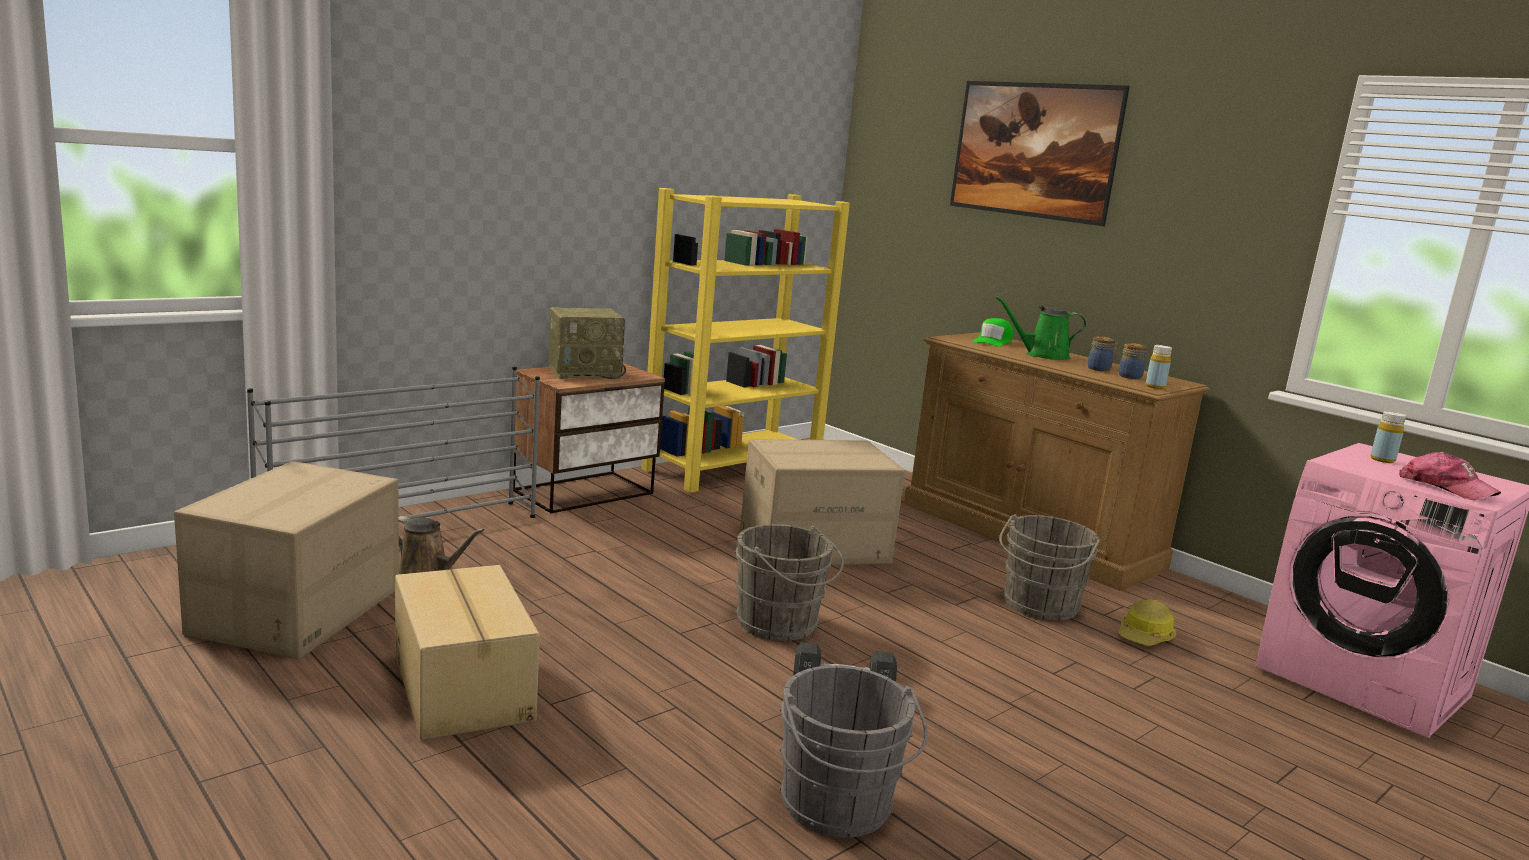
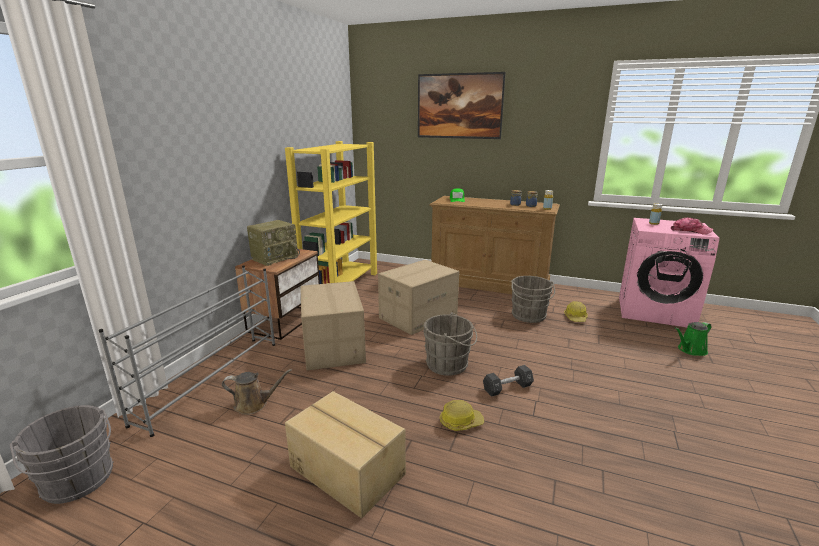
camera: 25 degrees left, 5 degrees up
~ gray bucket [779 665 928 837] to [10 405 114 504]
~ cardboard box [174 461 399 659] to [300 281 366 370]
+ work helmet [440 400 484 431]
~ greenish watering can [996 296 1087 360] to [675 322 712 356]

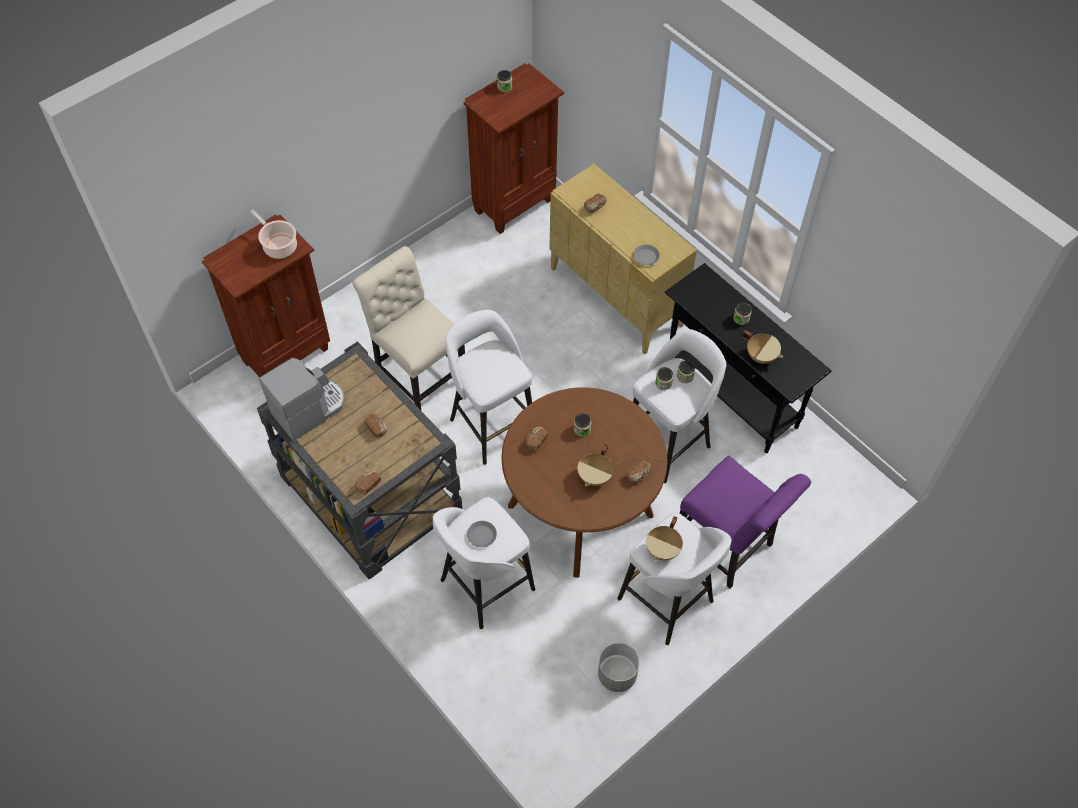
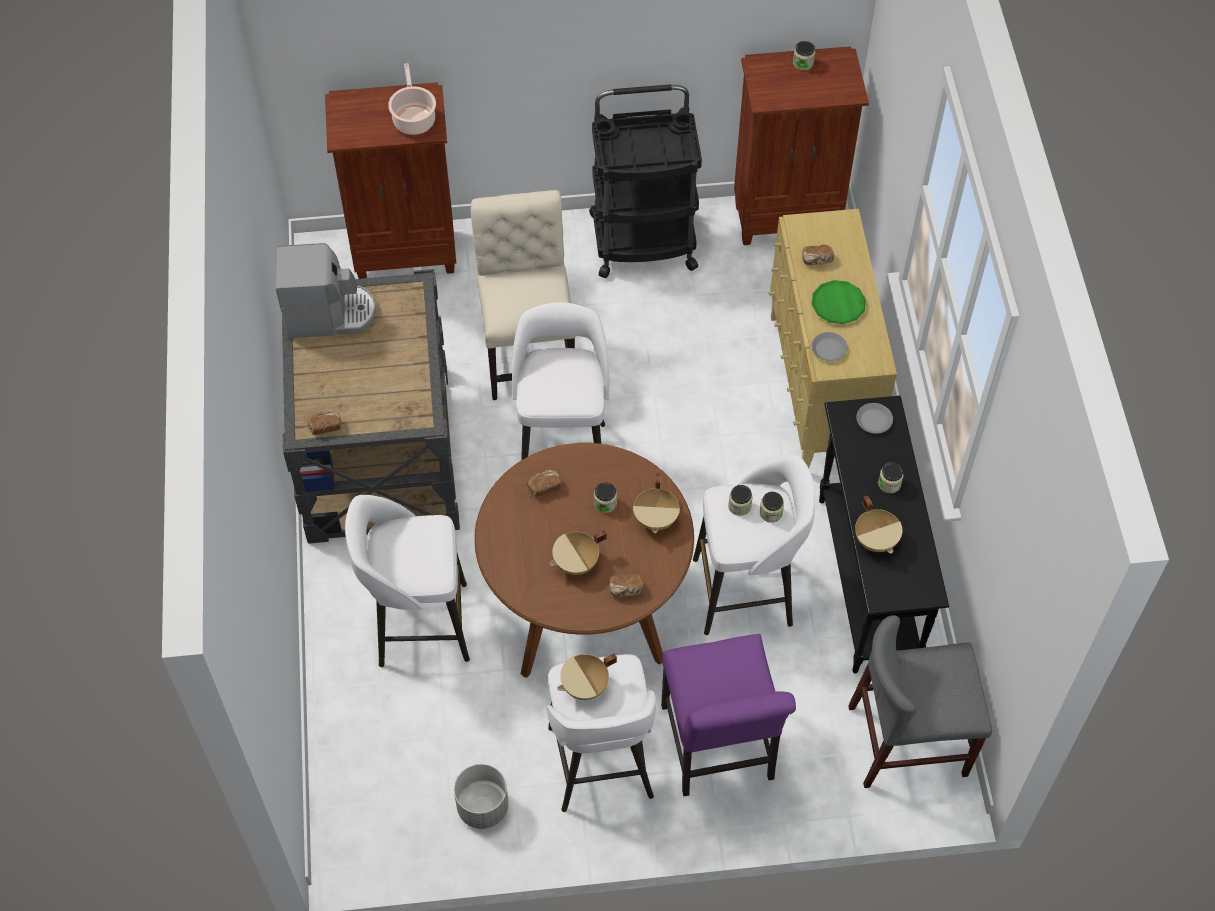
camera: 35 degrees right, 0 degrees up
+ black-coloured wheeled cart [589 84 702 278]
+ beige-coloured saucepot [633 473 680 533]
+ greenish plate [811 280 866 324]
+ gray plain chair [848 615 992 788]
~ gray plate [467 521 497 547] to [856 403 893 434]
- bakery bread [364 413 387 438]

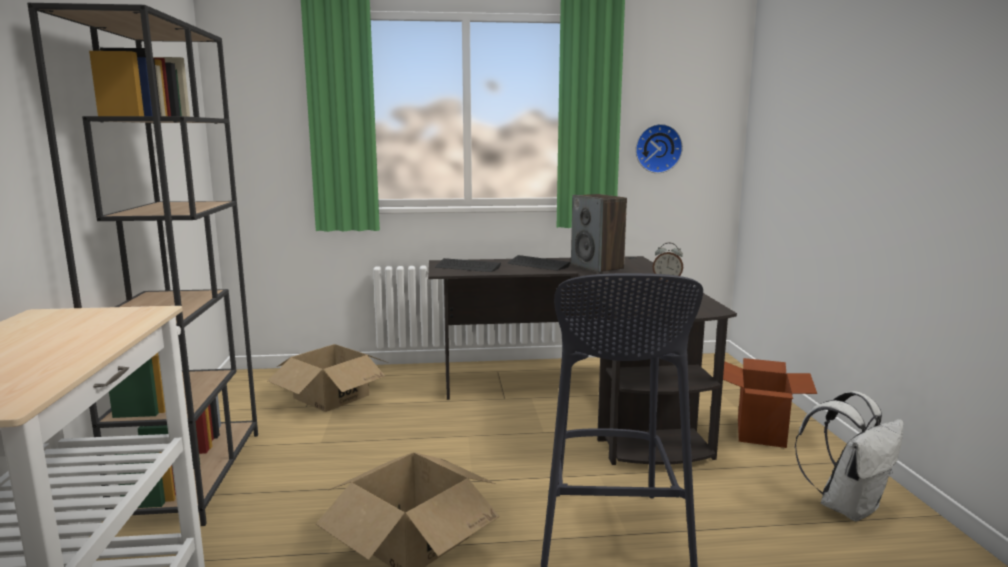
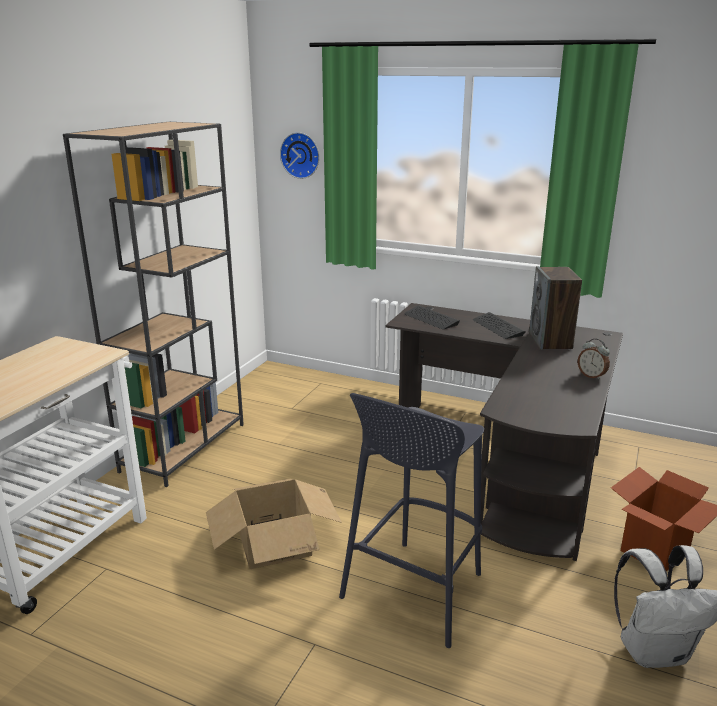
camera: 30 degrees right, 10 degrees up
~ hanging clock [635 124 683 173] to [280 132 319 179]
- cardboard box [267 344 388 412]

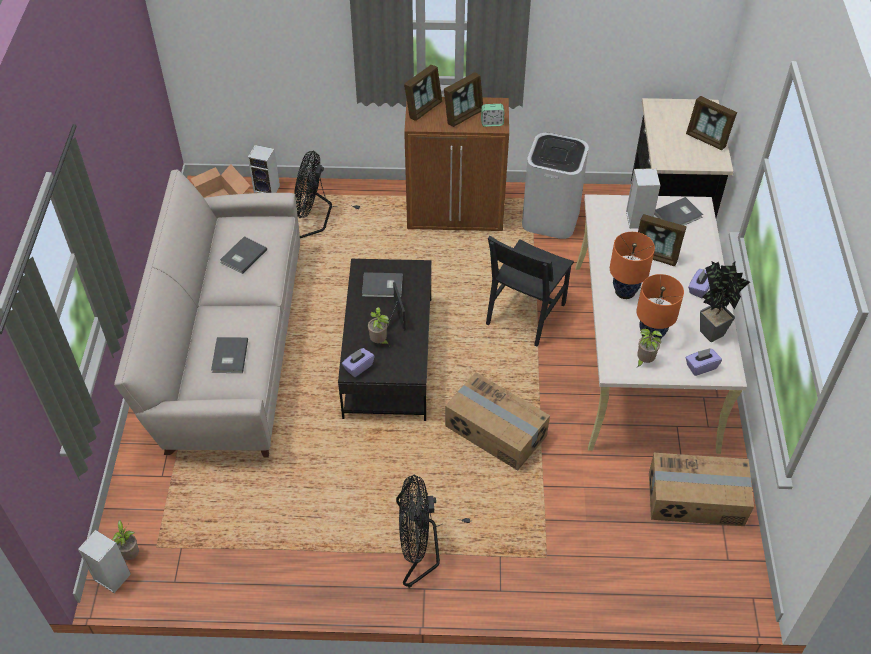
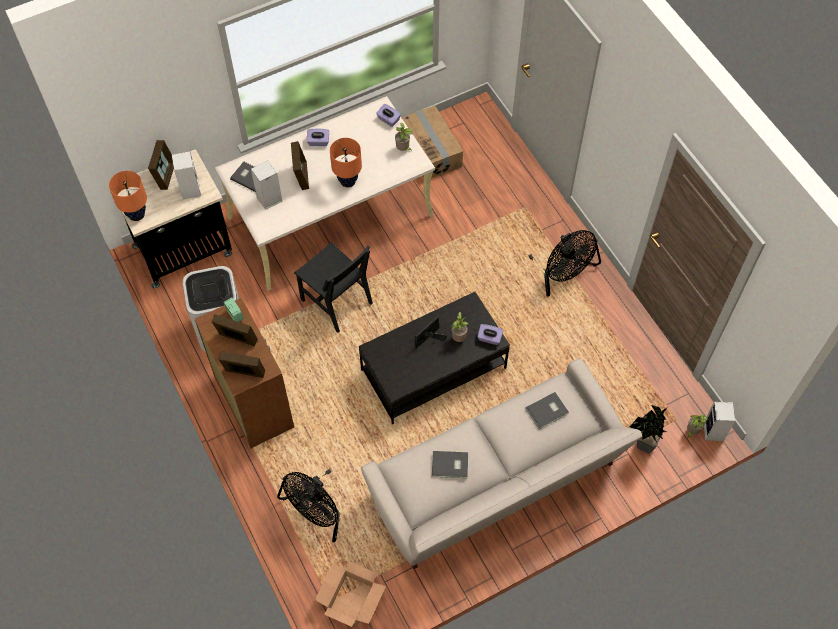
camera: 120 degrees left, 10 degrees up
~ orange-coloured tabletop lamp [636 274 684 339] to [109 171 147 221]
~ speaker [248 145 280 193] to [172 151 201 200]
~ black-coloured cooling fan [294 151 360 238] = [277 469 340 543] 60 degrees clockwise
~ black-coloured plain chair [486 236 574 346] = [294 242 373 333] 45 degrees clockwise
~ houseplant [700 261 750 342] to [630 405 668 454]
- gray volume [362 272 403 297]
- cardboard box [445 372 550 471]

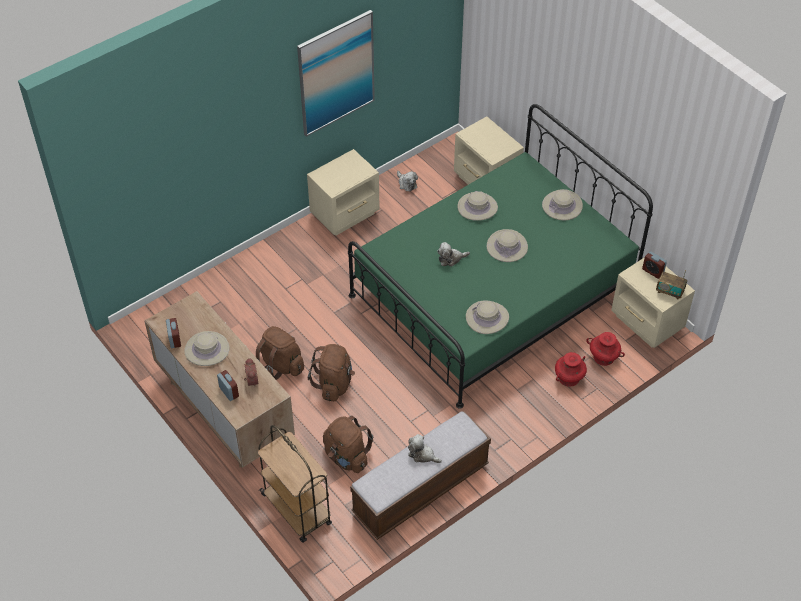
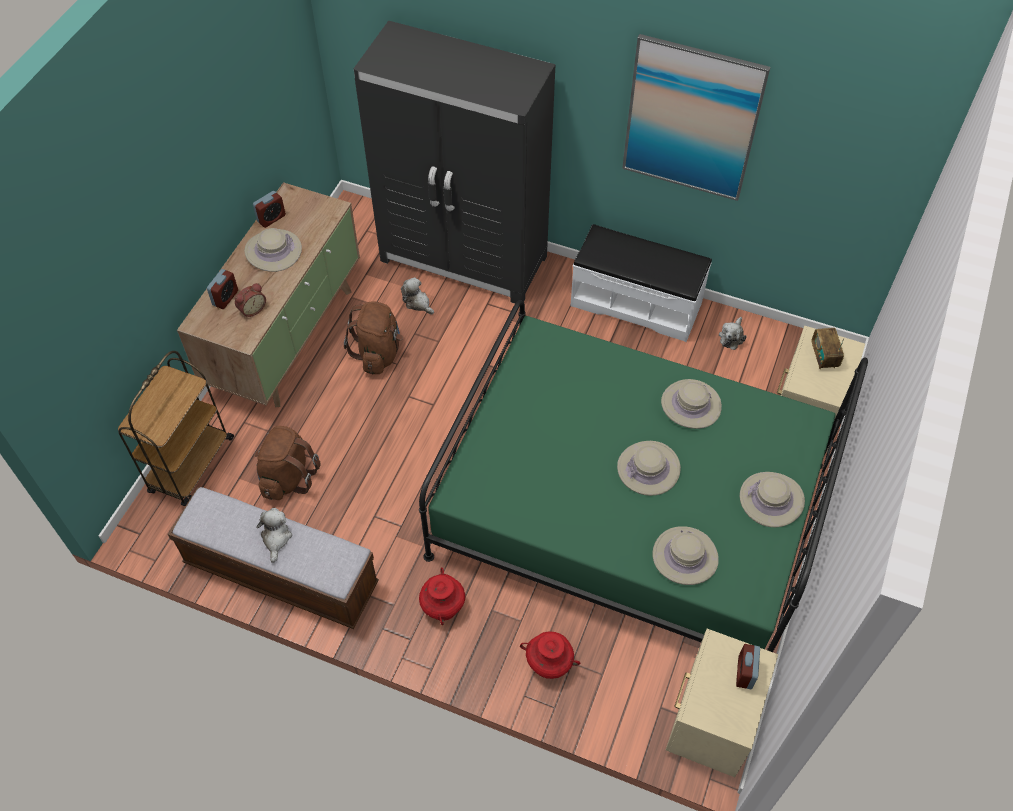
camera: 60 degrees right, 5 degrees up
+ black-coloured cabinet [354 20 556 303]
~ cuddly toy [437 242 470 267] to [401 277 434 314]
~ red vase [586 332 625 366] to [419 568 465 625]
~ beige-coloured nightstand [307 149 380 236] to whitish bench [570 224 712 342]
~ beige-coloured clothing hat [466 300 509 334] to [653 526 719 585]
~ radio [656 270 687 299] to [811 328 845 369]
- brown backpack [308 344 355 401]

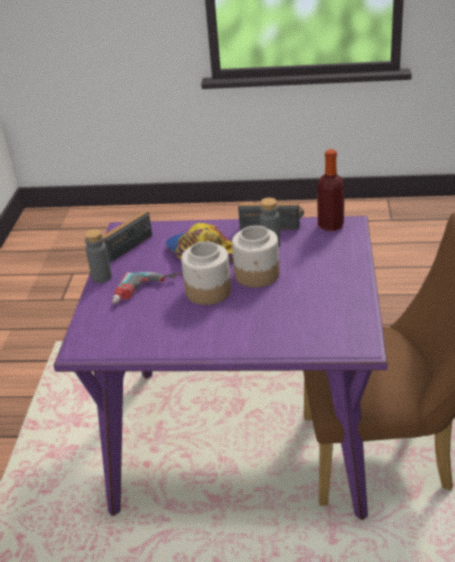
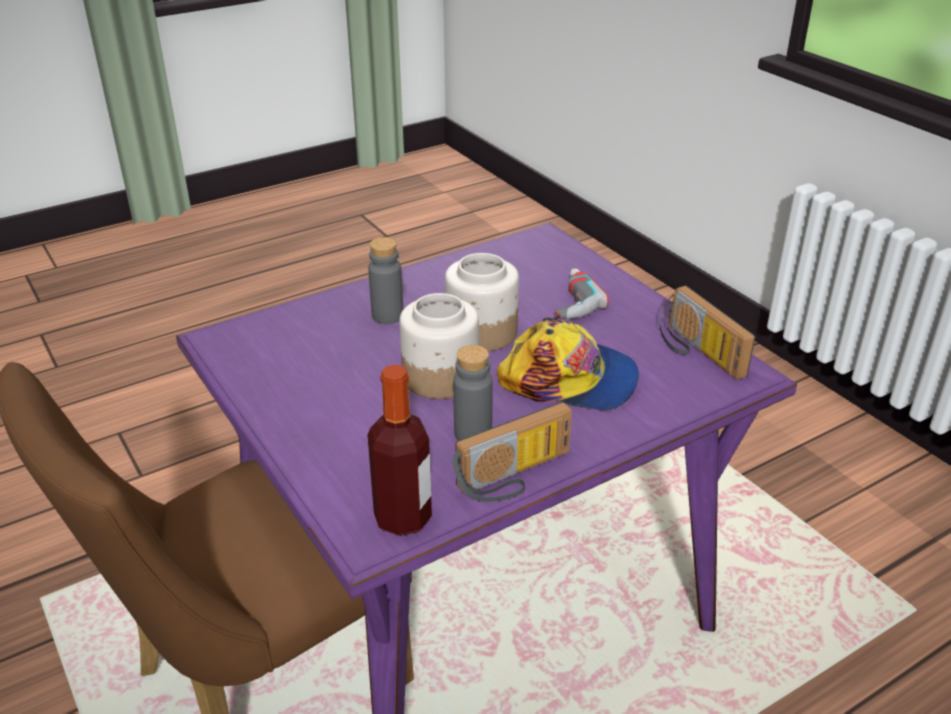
camera: 140 degrees right, 0 degrees up
~ gray beverage bottle [85 229 112 283] to [368 237 403 324]
~ radio [103 211 152 262] = [660 286 756 380] 150 degrees clockwise

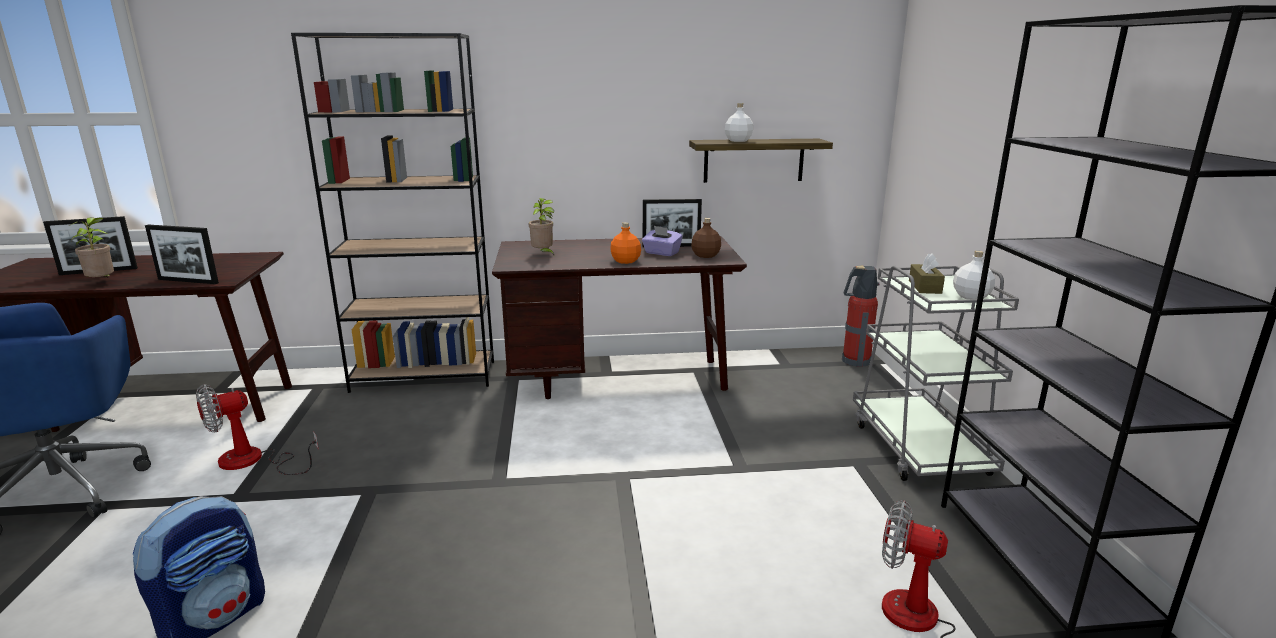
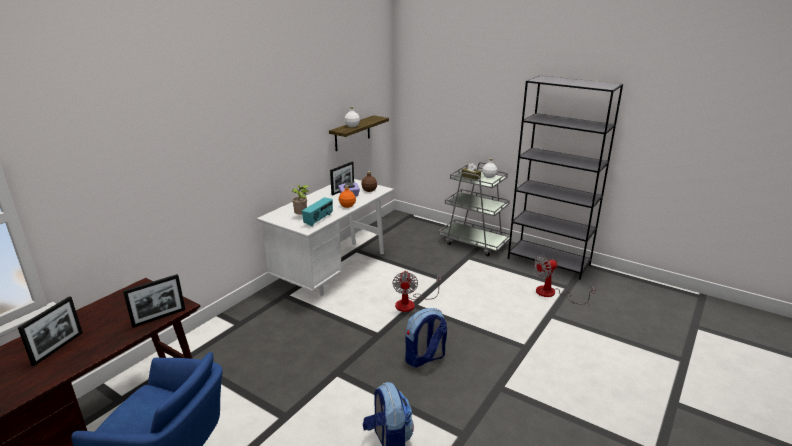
camera: 50 degrees left, 5 degrees up
~ brown desk [492 236 747 399] to whitish desk [257 179 394 296]
+ radio [302 197 333 226]
~ cooling fan [196 384 319 475] to [392 270 442 312]
+ backpack [405 308 447 367]
- houseplant [69 217 114 278]
- beige-coloured bookshelf [291 33 494 393]
- fire extinguisher [842 265 880 367]

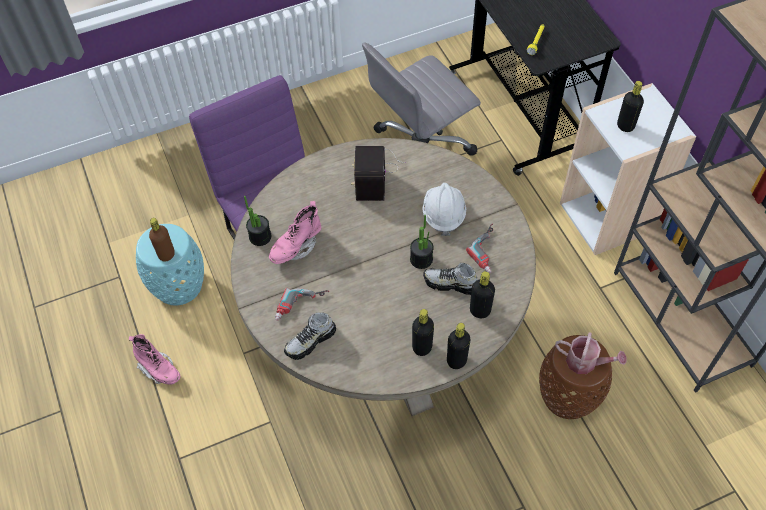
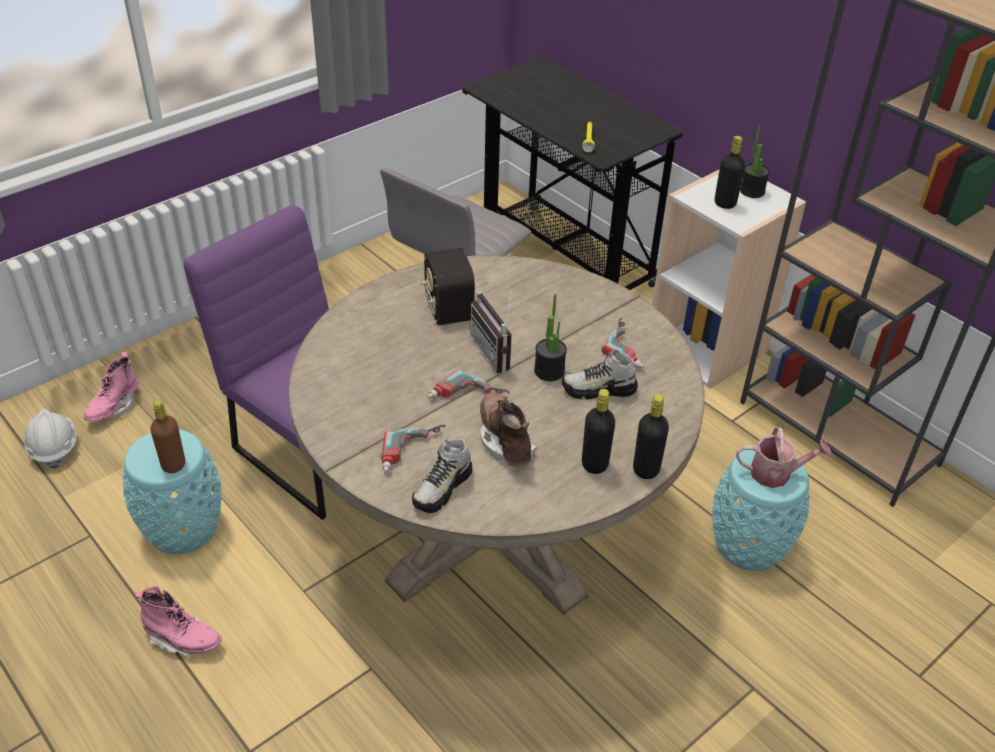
camera: 20 degrees left, 15 degrees down
~ whitish work helmet [422 183 466 236] to [24 409 77 469]
~ pink-coloured high-top boot [269 201 321 264] to [83 352 139 422]
+ electric drill [427 369 510 399]
+ radio [470 285 512 373]
+ brown high-top boot [480 393 537 467]
~ brown sitting stool [539 335 612 419] to turquoise-coloured sitting stool [712 446 810 571]
~ houseplant [244 196 271 246] to [740 125 770 198]
- black-coloured beverage bottle [470 271 495 318]

